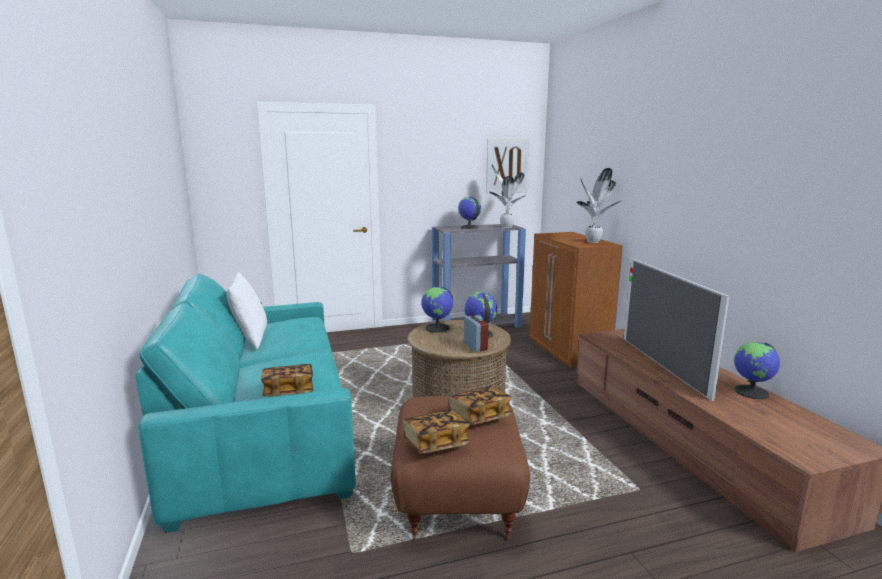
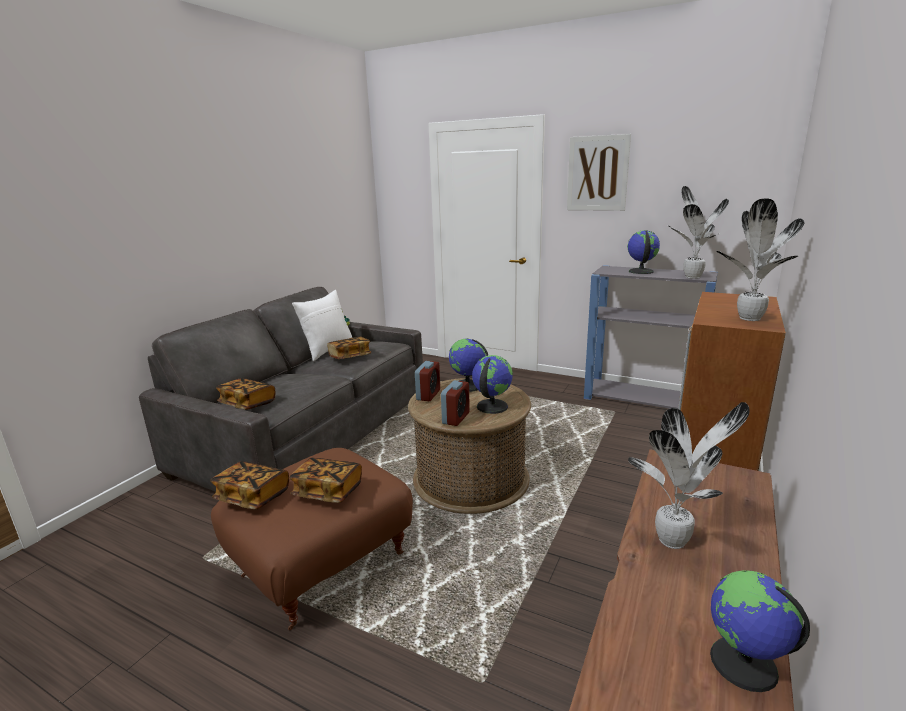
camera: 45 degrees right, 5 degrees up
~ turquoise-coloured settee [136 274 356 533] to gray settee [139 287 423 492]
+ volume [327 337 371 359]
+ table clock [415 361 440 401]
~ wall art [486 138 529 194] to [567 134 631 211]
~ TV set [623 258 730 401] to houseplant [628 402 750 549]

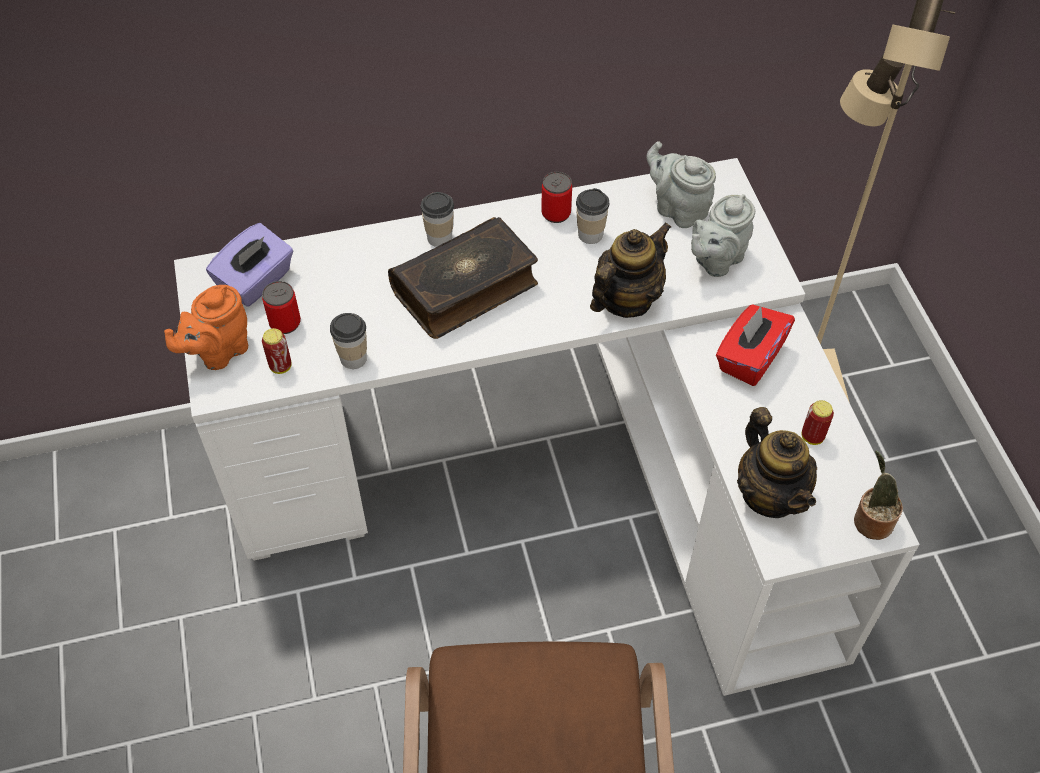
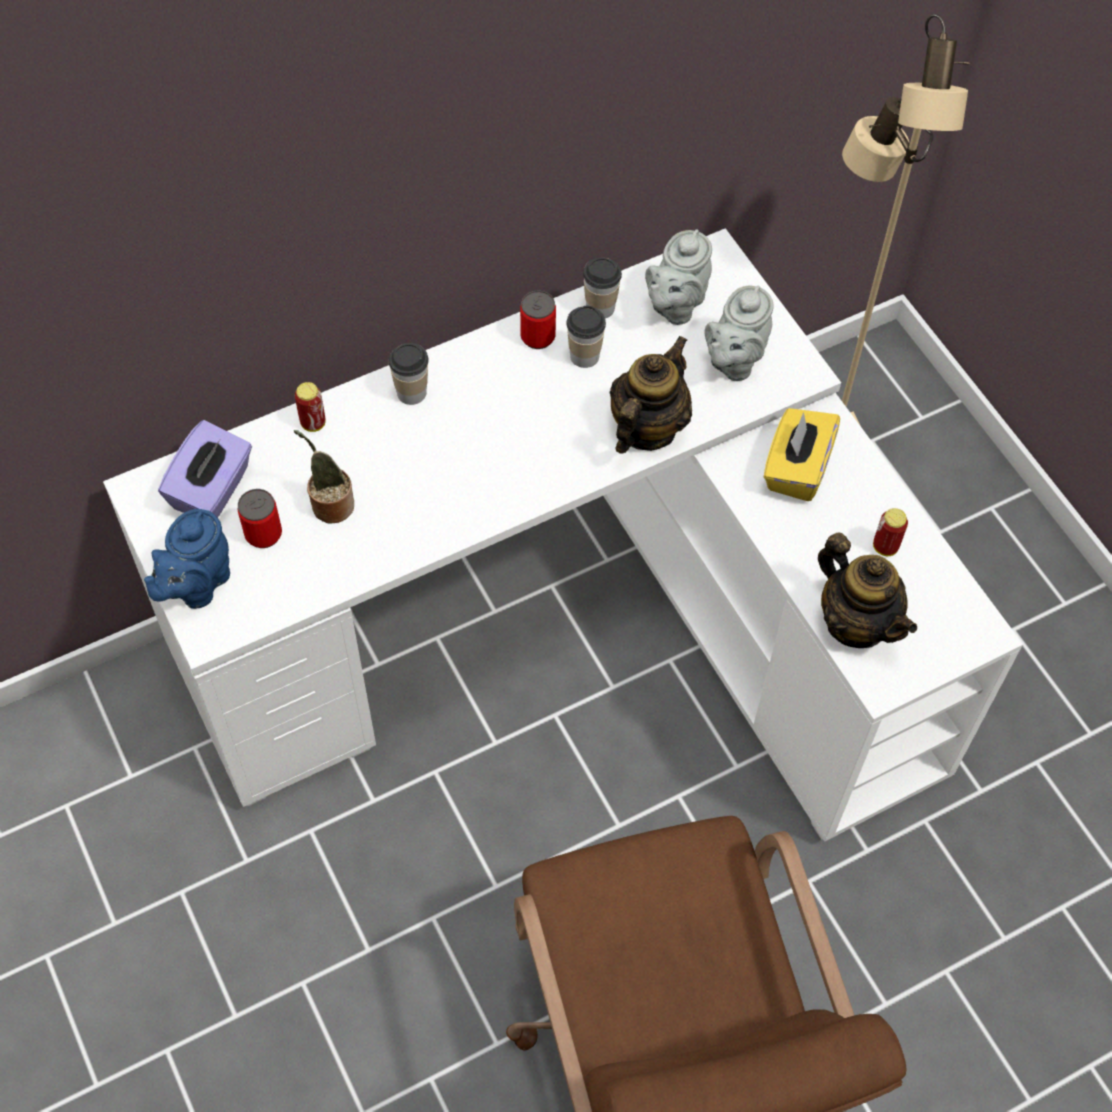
camera: 15 degrees left, 5 degrees up
~ orange-coloured pot for tea [164 285 248 370] to blue-coloured pot for tea [144 509 230 609]
~ houseplant [854 451 903 540] to [294 430 354 523]
~ sealed can [262 328 292 374] to [295 382 326 432]
~ drinking cup [330 313 367 369] to [583 258 622 318]
~ gray pot for tea [646 141 716 228] = [645 229 712 325] 90 degrees counterclockwise
~ red tissue holder [716 304 795 386] to yellowish tissue holder [764 408 840 501]
- volume [388 217 538 339]

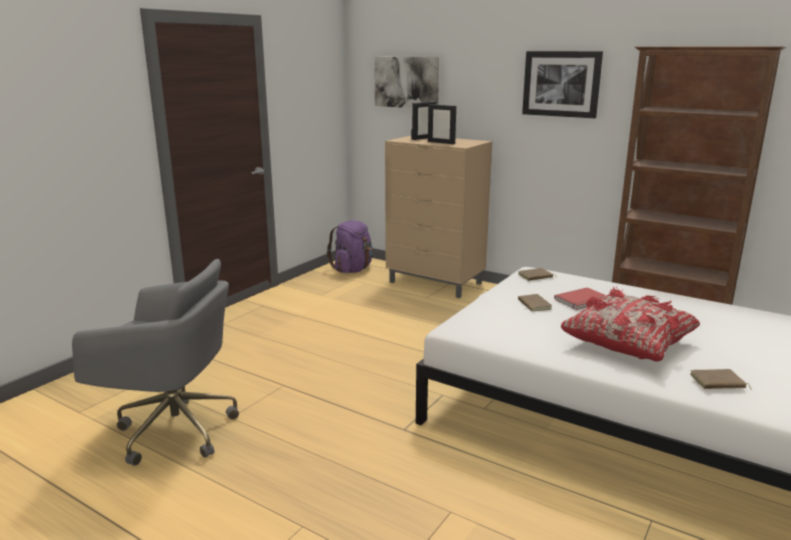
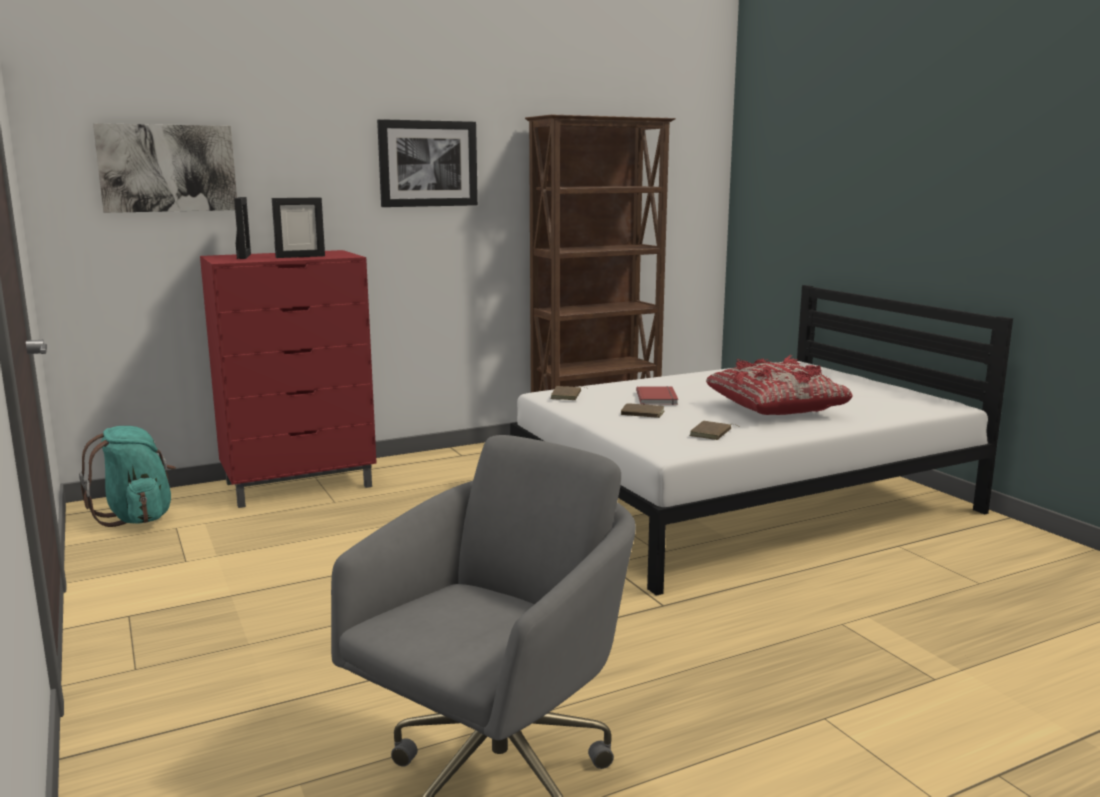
camera: 60 degrees left, 5 degrees down
~ purple-coloured backpack [327 220 373 273] to turquoise-coloured backpack [79 426 176 527]
~ beige-coloured drawer chest [385 136 492 298] to red drawer chest [200 250 377 508]
~ brown volume [690 369 752 390] to [689 421 738 440]

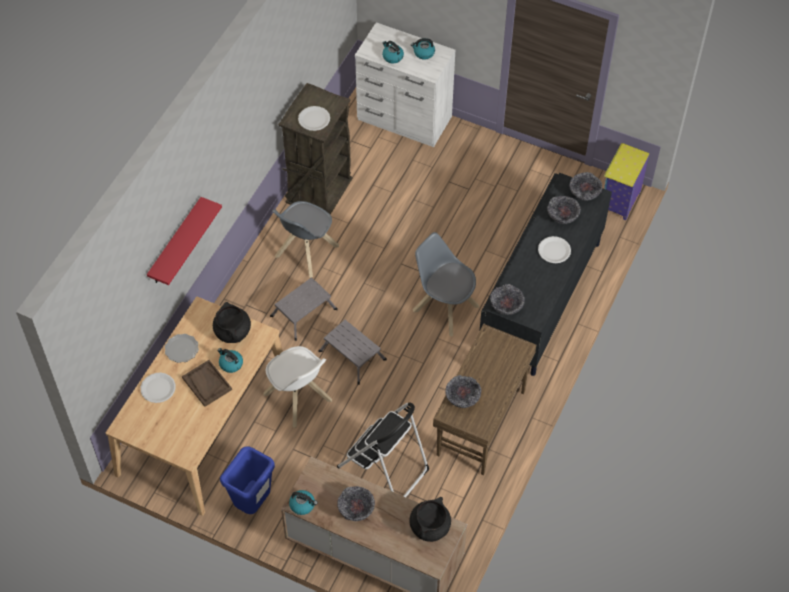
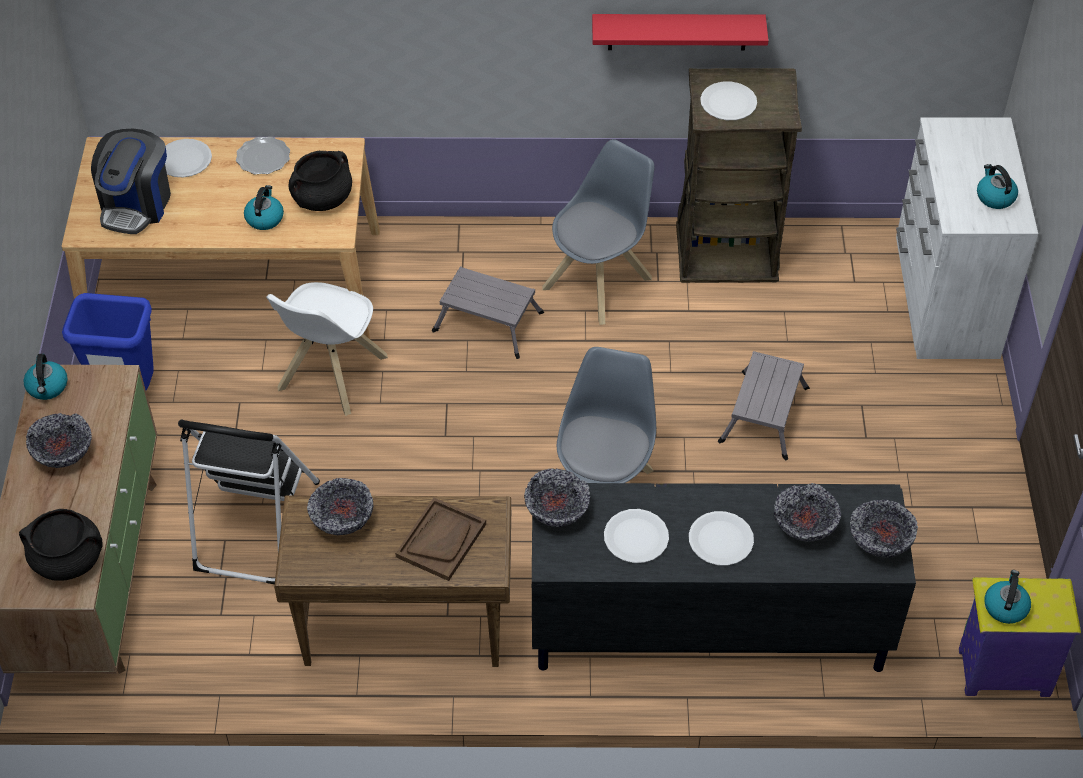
camera: 65 degrees right, 5 degrees down
+ coffee machine [91 129 171 234]
~ brown serving tray [182 360 232 407] to [395 498 486 581]
~ gray plain chair [272 201 339 278] = [542 139 654 325] 120 degrees clockwise
~ red shelf [147 197 222 285] to [592 14 769 51]
+ whitish plate [604 509 669 563]
~ gray stepladder [318 319 387 385] to [718 351 810 461]
~ water kettle [382 41 404 63] to [984 570 1031 624]

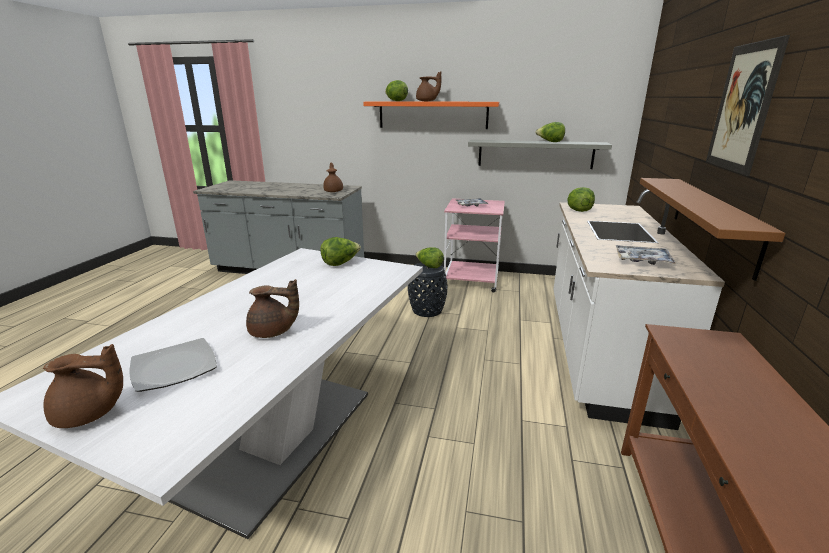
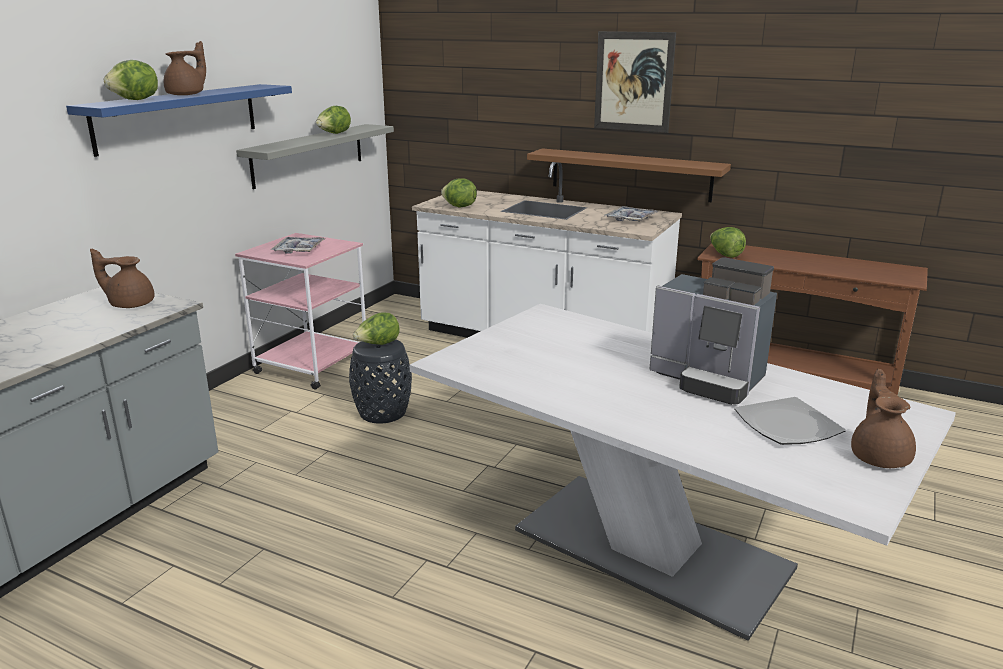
camera: 75 degrees left, 0 degrees up
~ orange-coloured shelf [363 101 499 129] to blue-coloured shelf [66 84 292 157]
~ brown pot for tea [246 279 299 338] to coffee machine [650 257 777 405]
~ lettuce [320 237 361 266] to [710 227 746 258]

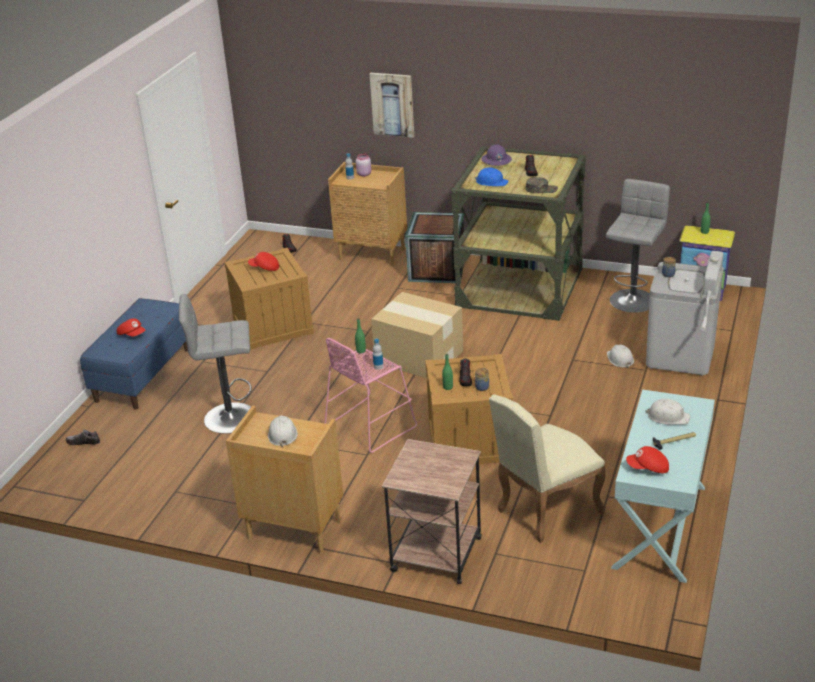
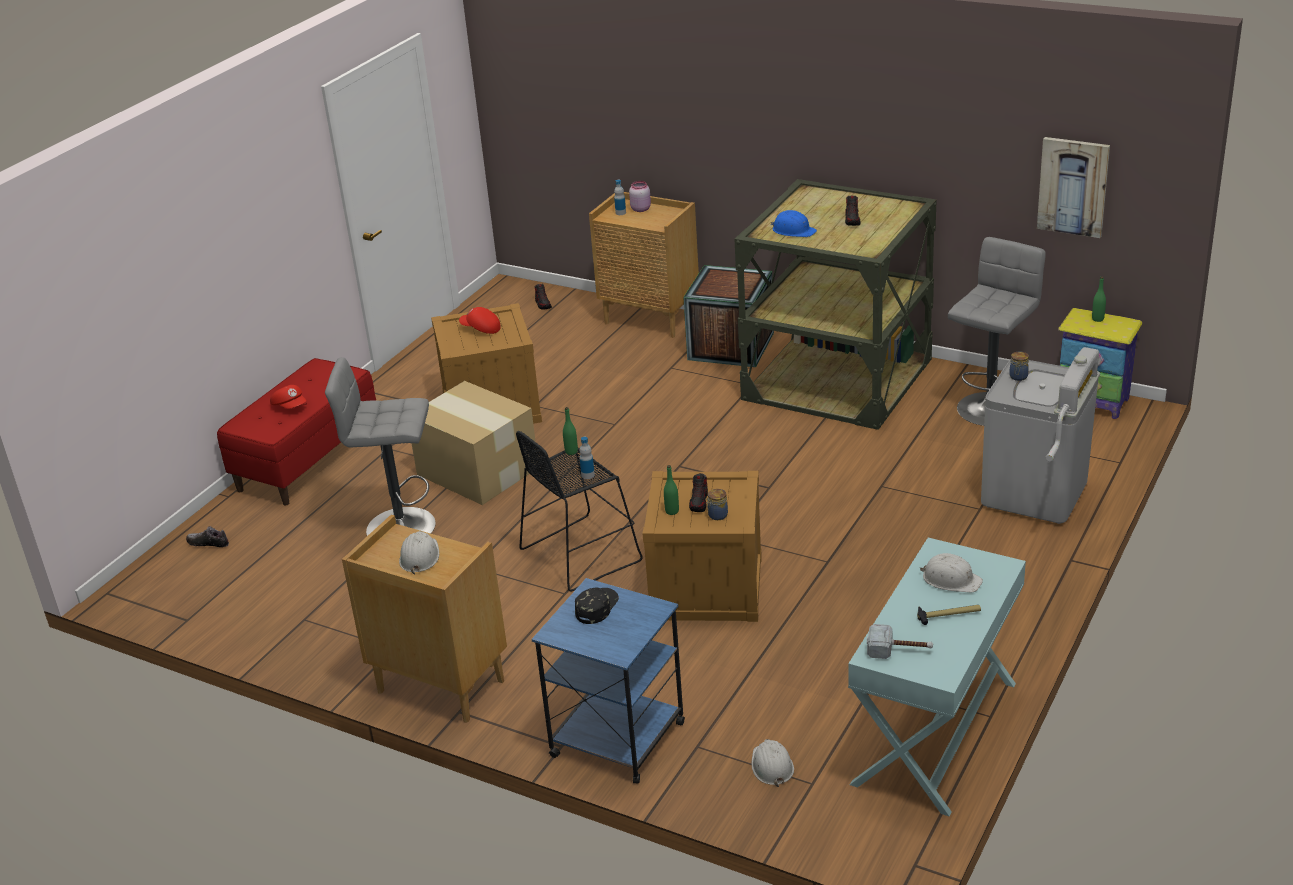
camera: 10 degrees right, 0 degrees up
~ blue-coloured bench [80 298 188 410] to red bench [217 358 376 506]
~ cardboard box [371 292 463 378] to [412 381 537 505]
~ pink-coloured sitting stool [325 338 417 453] to black-coloured sitting stool [516 431 643 591]
~ brown wheeled cart [382 439 482 584] to blue-coloured wheeled cart [532 578 685 783]
+ black-coloured peaked cap [575 588 619 624]
~ whitish work helmet [607 345 634 368] to [752 739 794 787]
~ red peaked cap [626 446 669 473] to tool hammer [867 624 933 659]
~ wall art [370 73 414 138] to [1037 137 1110 238]
- purple-coloured work helmet [481 144 512 166]
- beige-coloured plain chair [489 394 606 543]
- greenish peaked cap [526 177 558 193]

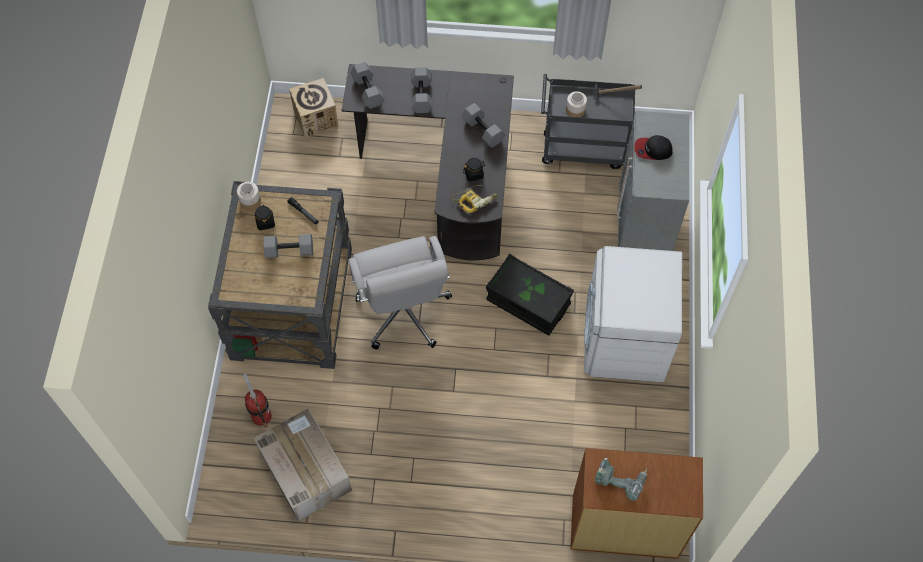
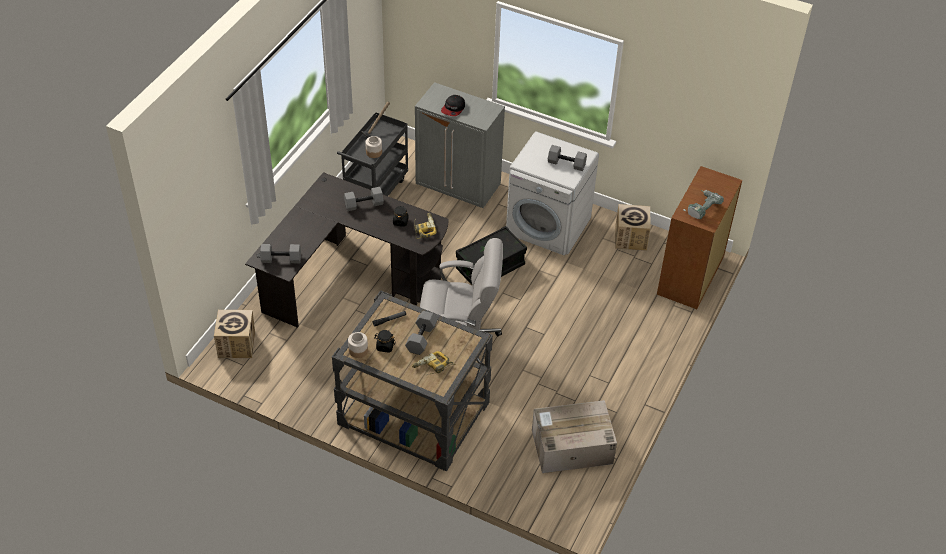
camera: 70 degrees left, 15 degrees down
+ electric drill [412 351 455 375]
~ gray hand weight [411 67 432 114] to [548 145 587 171]
+ cardboard box [615 204 651 251]
- fire extinguisher [243 373 272 428]

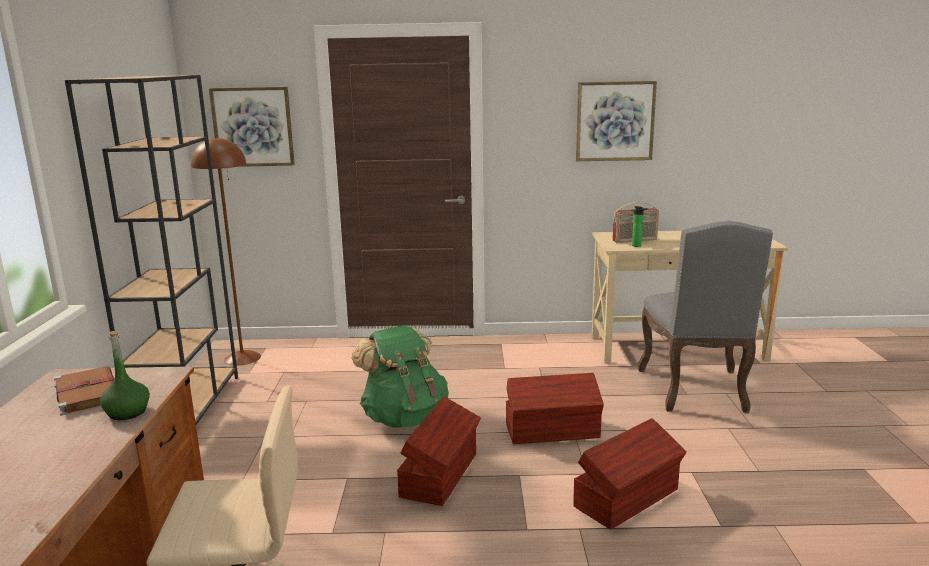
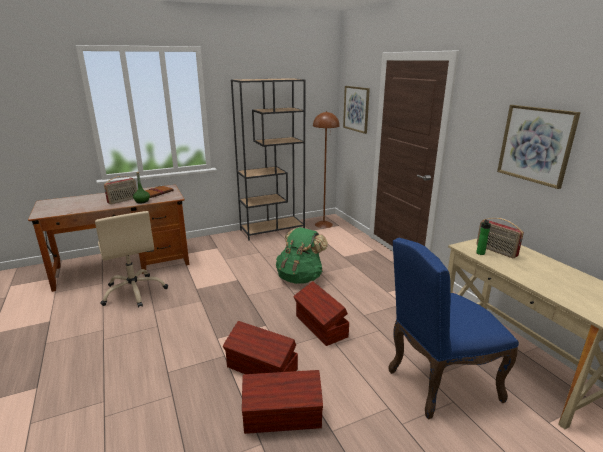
camera: 65 degrees right, 5 degrees up
+ radio [104 176 137 204]
~ brown storage container [397 396 481 506] to [242 370 323 434]
~ gray plain chair [638 221 773 413] to blue-coloured plain chair [389 238 519 419]

